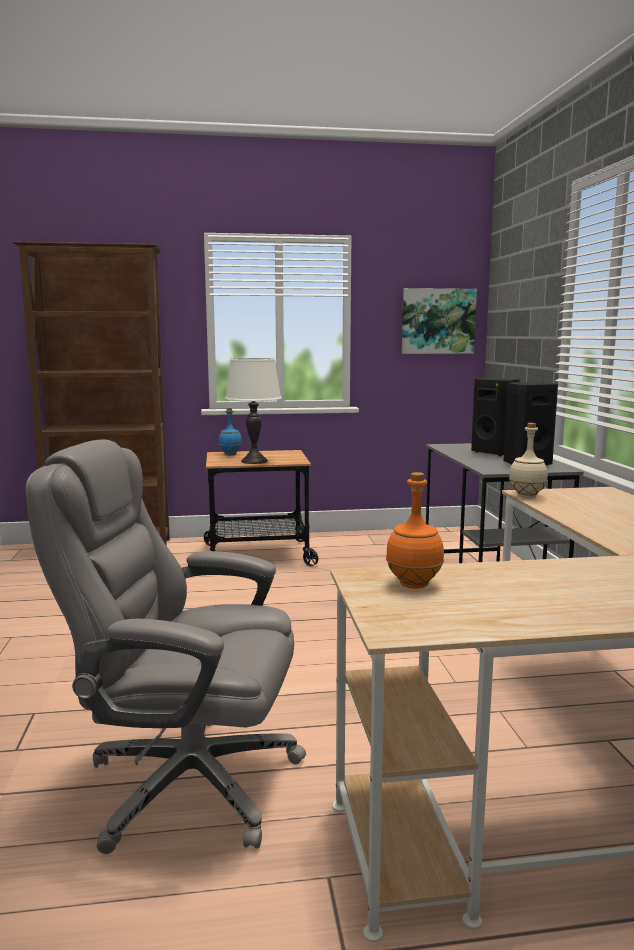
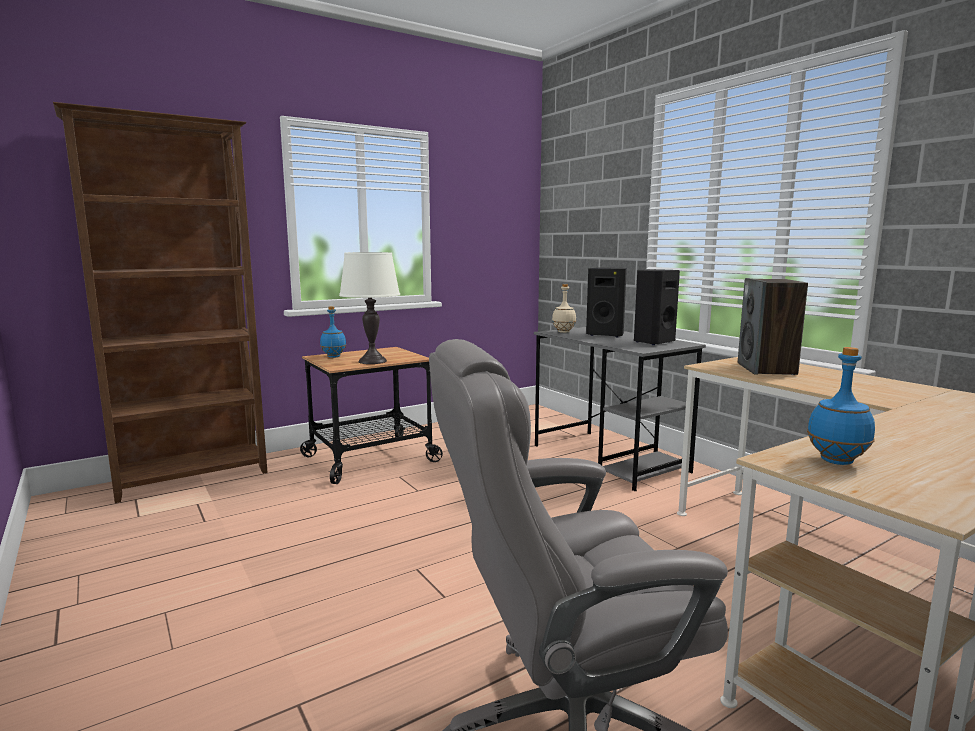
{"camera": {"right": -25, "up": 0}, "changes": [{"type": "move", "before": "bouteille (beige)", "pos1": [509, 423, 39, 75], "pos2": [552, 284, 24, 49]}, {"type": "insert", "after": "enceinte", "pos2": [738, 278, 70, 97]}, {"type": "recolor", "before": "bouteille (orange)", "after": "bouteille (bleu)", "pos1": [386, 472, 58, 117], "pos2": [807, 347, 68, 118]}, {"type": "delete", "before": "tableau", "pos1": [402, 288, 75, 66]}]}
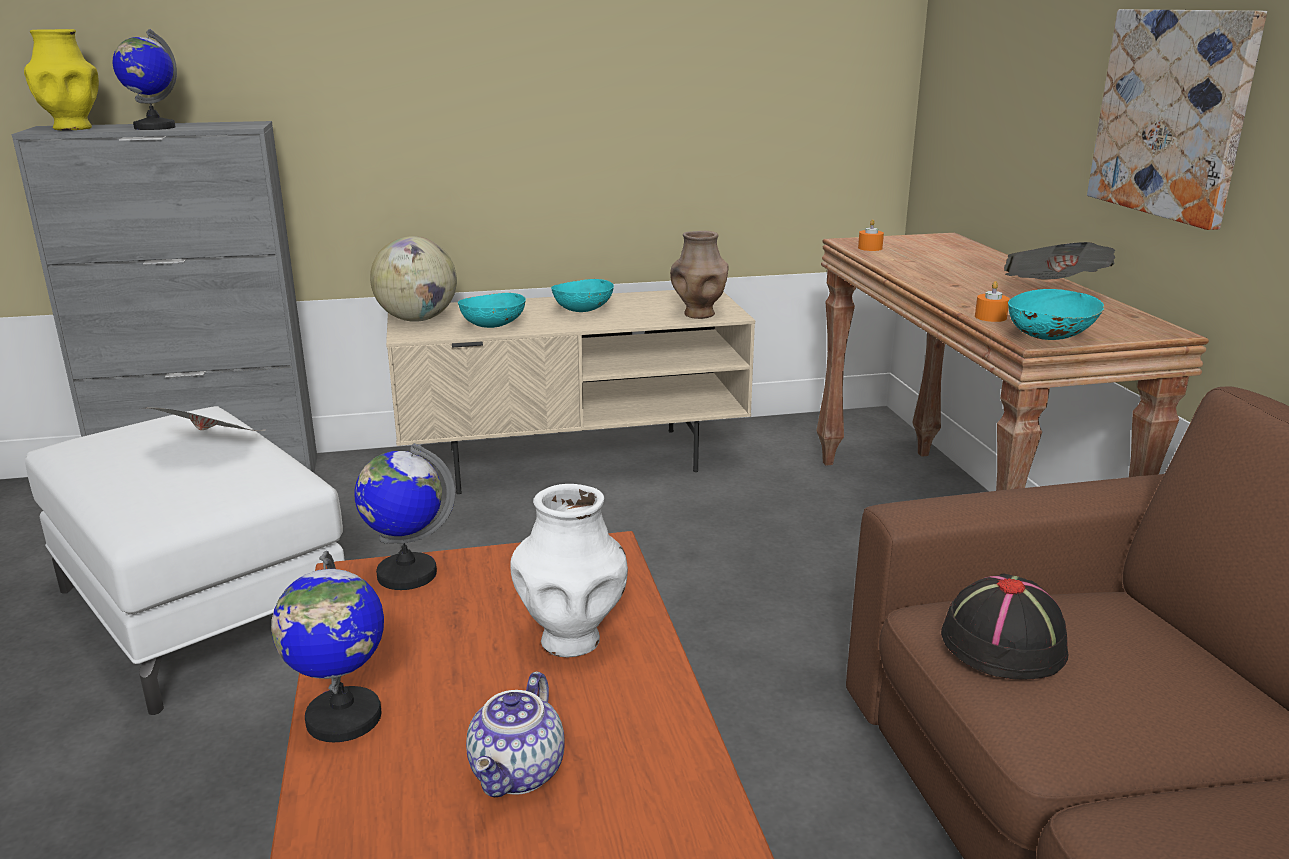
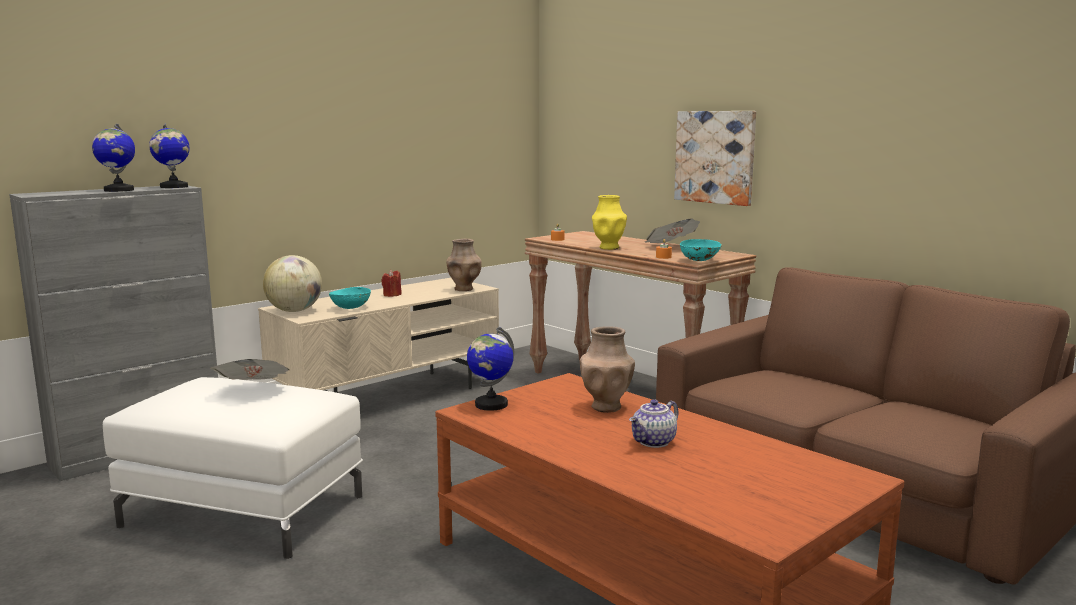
{"camera": {"right": -30, "up": -10}, "changes": [{"type": "move", "before": "globe", "pos1": [271, 551, 113, 191], "pos2": [149, 123, 41, 65]}, {"type": "replace", "before": "bol (turquoise)", "after": "bougie (rouge)", "pos1": [551, 279, 63, 33], "pos2": [381, 270, 21, 27]}, {"type": "recolor", "before": "vase (blanc)", "after": "vase (marron)", "pos1": [510, 484, 118, 174], "pos2": [580, 326, 55, 87]}, {"type": "move", "before": "vase (jaune)", "pos1": [24, 29, 75, 102], "pos2": [592, 195, 35, 55]}, {"type": "rotate", "before": "théière", "pos1": [466, 671, 98, 126], "pos2": [629, 399, 50, 49], "turn": 60}, {"type": "delete", "before": "chapeau (noir)", "pos1": [941, 574, 127, 106]}]}
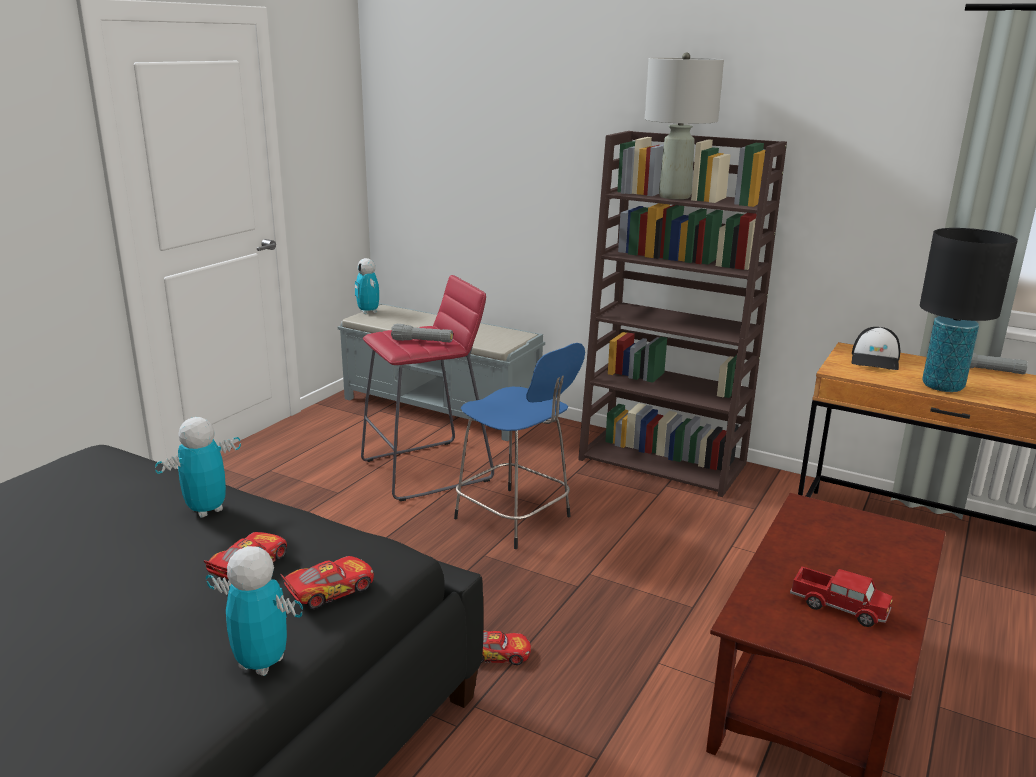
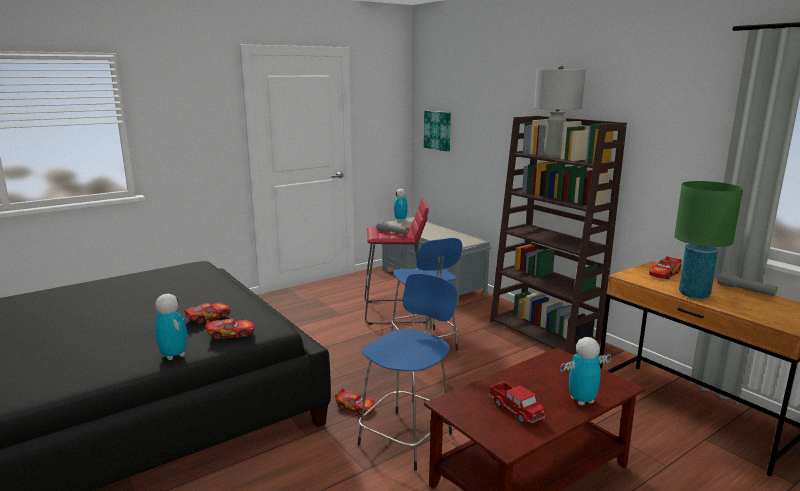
{"camera": {"right": 25, "up": -5}, "changes": [{"type": "insert", "after": "tabouret (bleu)", "pos2": [358, 274, 99, 197]}, {"type": "insert", "after": "tableau", "pos2": [424, 111, 27, 40]}, {"type": "move", "before": "robot jouet", "pos1": [155, 417, 86, 101], "pos2": [560, 337, 51, 69]}, {"type": "replace", "before": "casquette", "after": "petite voiture", "pos1": [852, 327, 48, 43], "pos2": [649, 256, 33, 23]}, {"type": "recolor", "before": "lampe de table (noir)", "after": "lampe de table (vert)", "pos1": [920, 228, 98, 164], "pos2": [674, 181, 69, 118]}]}
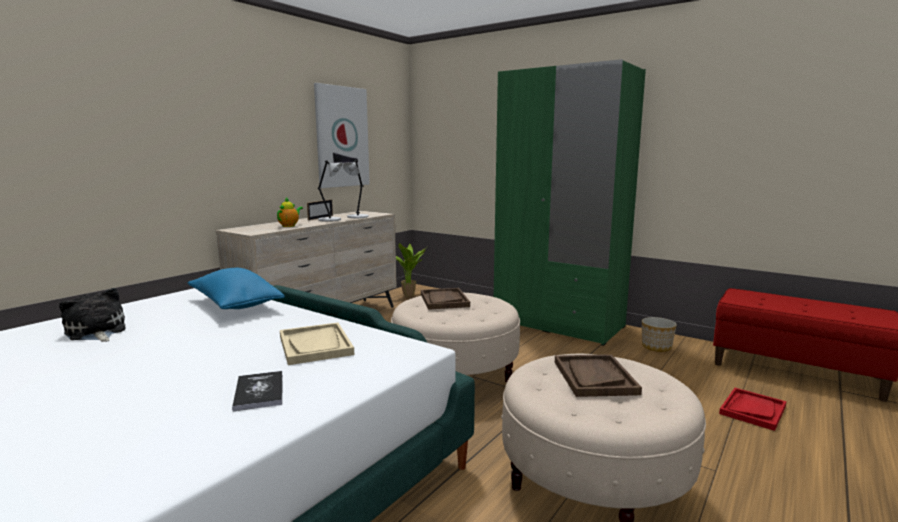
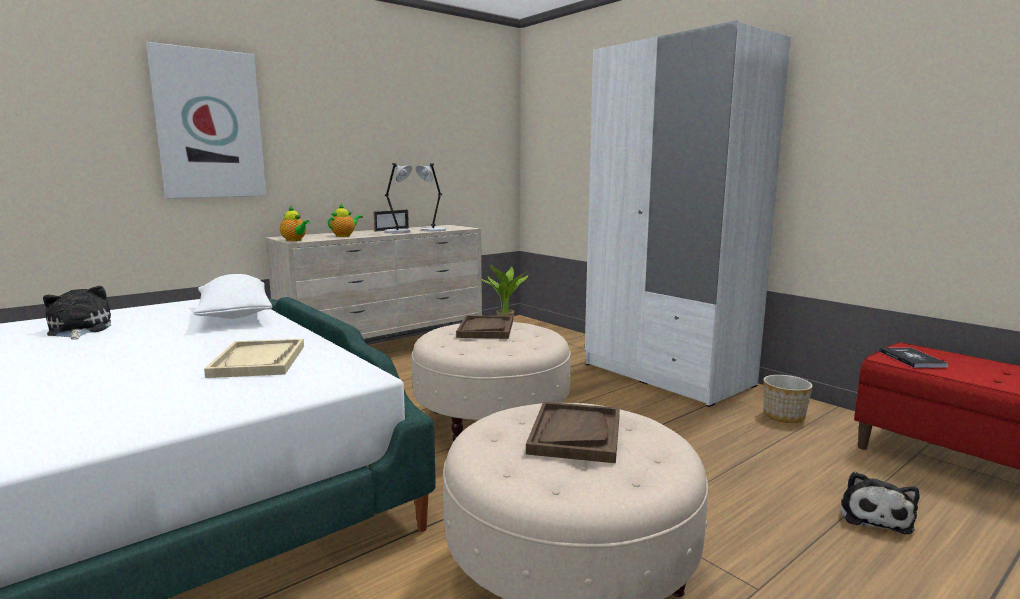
{"camera": {"right": 15, "up": 0}, "changes": [{"type": "move", "before": "tableau", "pos1": [314, 83, 56, 105], "pos2": [146, 42, 120, 156]}, {"type": "recolor", "before": "coussin (bleu)", "after": "coussin (blanc)", "pos1": [188, 268, 97, 41], "pos2": [193, 274, 79, 45]}, {"type": "insert", "after": "théière", "pos2": [280, 205, 30, 36]}, {"type": "recolor", "before": "armoire (vert)", "after": "armoire (blanc)", "pos1": [494, 59, 152, 287], "pos2": [585, 20, 206, 387]}, {"type": "replace", "before": "plateau (rouge)", "after": "peluche", "pos1": [719, 388, 68, 43], "pos2": [841, 472, 79, 62]}, {"type": "move", "before": "livre", "pos1": [232, 371, 51, 40], "pos2": [879, 348, 70, 20]}]}
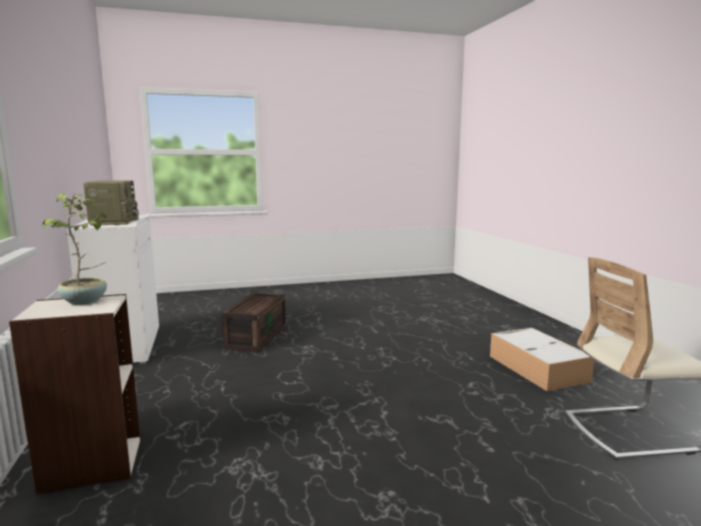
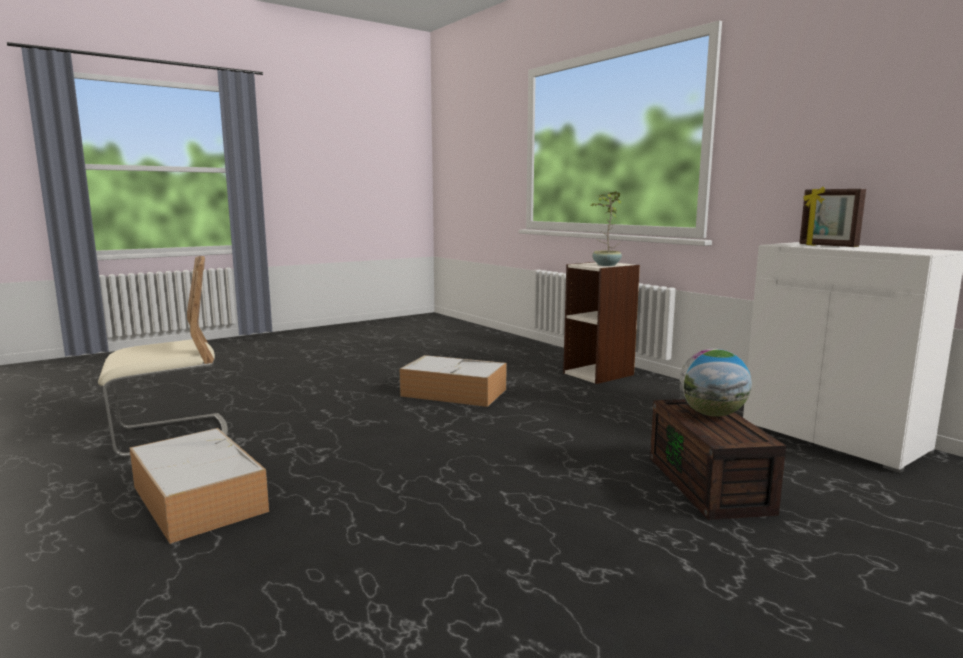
{"camera": {"right": 160, "up": 0}, "changes": [{"type": "insert", "after": "boîte de rangement", "pos2": [400, 355, 106, 52]}, {"type": "insert", "after": "globe", "pos2": [679, 349, 72, 68]}, {"type": "replace", "before": "radio", "after": "cadre photo", "pos1": [83, 180, 56, 46], "pos2": [799, 187, 67, 60]}]}
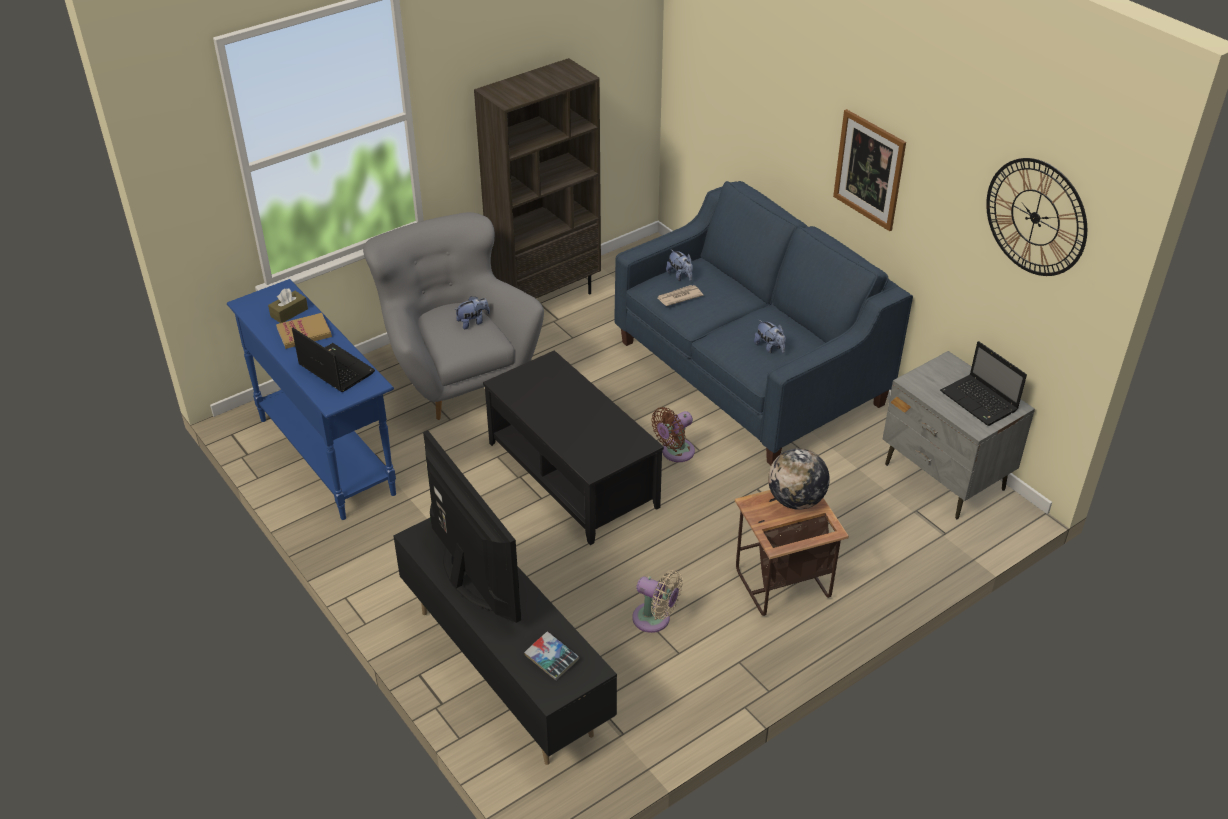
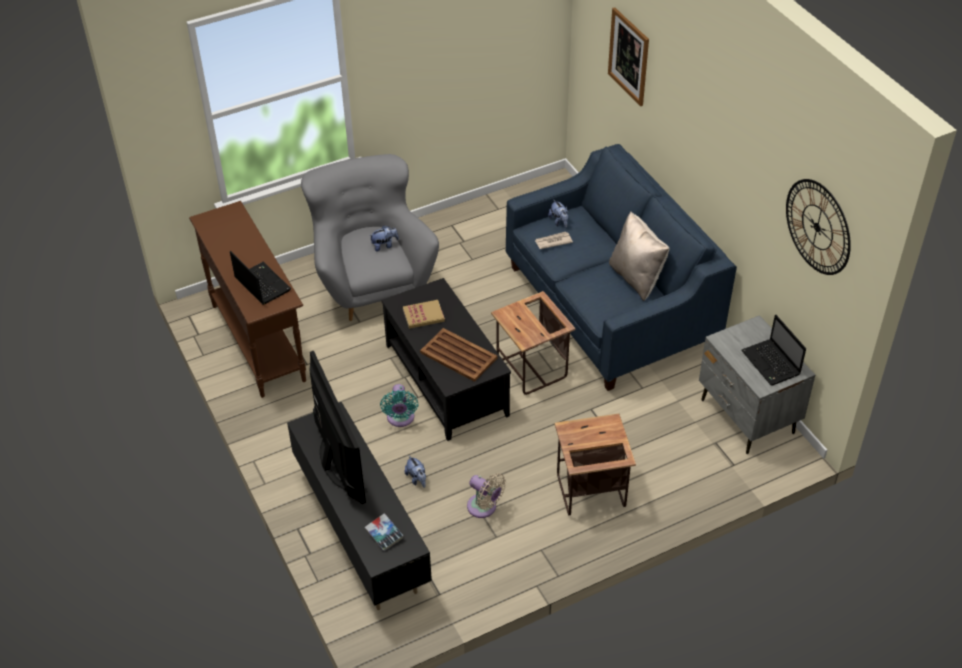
{"camera": {"right": 10, "up": 5}, "changes": [{"type": "recolor", "before": "table console (bleu)", "after": "table console (marron)", "pos1": [227, 279, 169, 241], "pos2": [189, 201, 117, 197]}, {"type": "insert", "after": "ventilateur (turquoise)", "pos2": [380, 384, 38, 43]}, {"type": "move", "before": "livre", "pos1": [276, 313, 56, 36], "pos2": [403, 300, 42, 29]}, {"type": "move", "before": "peluche", "pos1": [754, 320, 32, 33], "pos2": [404, 456, 22, 32]}, {"type": "insert", "after": "plateau (marron)", "pos2": [420, 328, 77, 54]}, {"type": "replace", "before": "ventilateur (marron)", "after": "table d'appoint", "pos1": [651, 407, 44, 55], "pos2": [491, 291, 85, 104]}, {"type": "move", "before": "tableau", "pos1": [833, 109, 73, 122], "pos2": [608, 7, 41, 99]}, {"type": "insert", "after": "coussin (beige)", "pos2": [609, 212, 60, 89]}, {"type": "delete", "before": "boîte à mouchoirs (marron)", "pos1": [268, 288, 40, 35]}, {"type": "delete", "before": "bibliothèque (marron)", "pos1": [474, 58, 127, 240]}, {"type": "delete", "before": "globe", "pos1": [768, 448, 62, 62]}]}
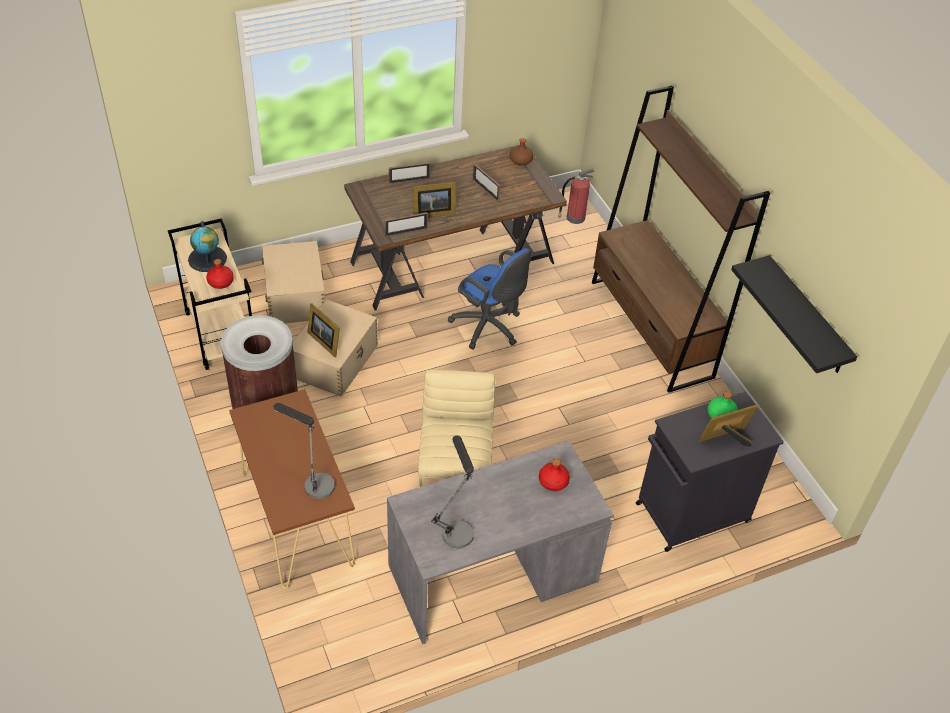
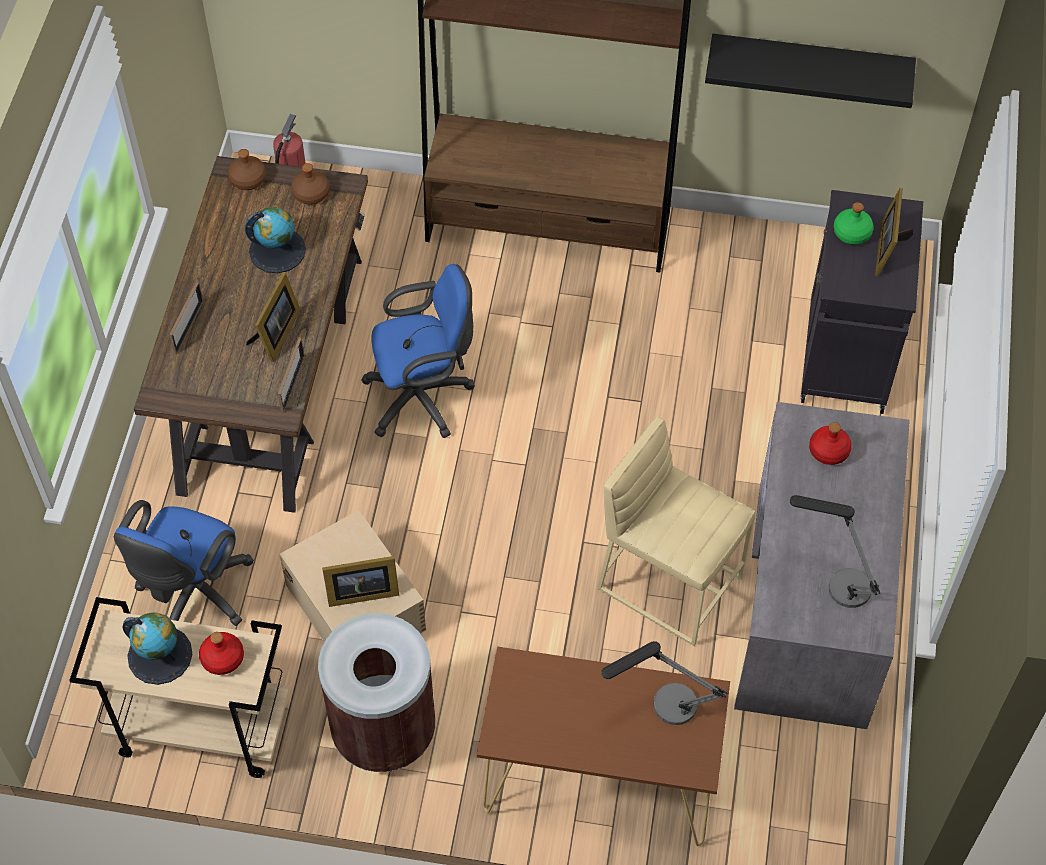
{"camera": {"right": -55, "up": 10}, "changes": [{"type": "replace", "before": "boîte de rangement (beige)", "after": "chaise de bureau (bleu)", "pos1": [262, 241, 63, 82], "pos2": [114, 500, 140, 126]}, {"type": "replace", "before": "cadre photo", "after": "globe", "pos1": [473, 164, 27, 37], "pos2": [245, 207, 61, 66]}, {"type": "insert", "after": "bouteille (marron)", "pos2": [291, 163, 38, 42]}]}
